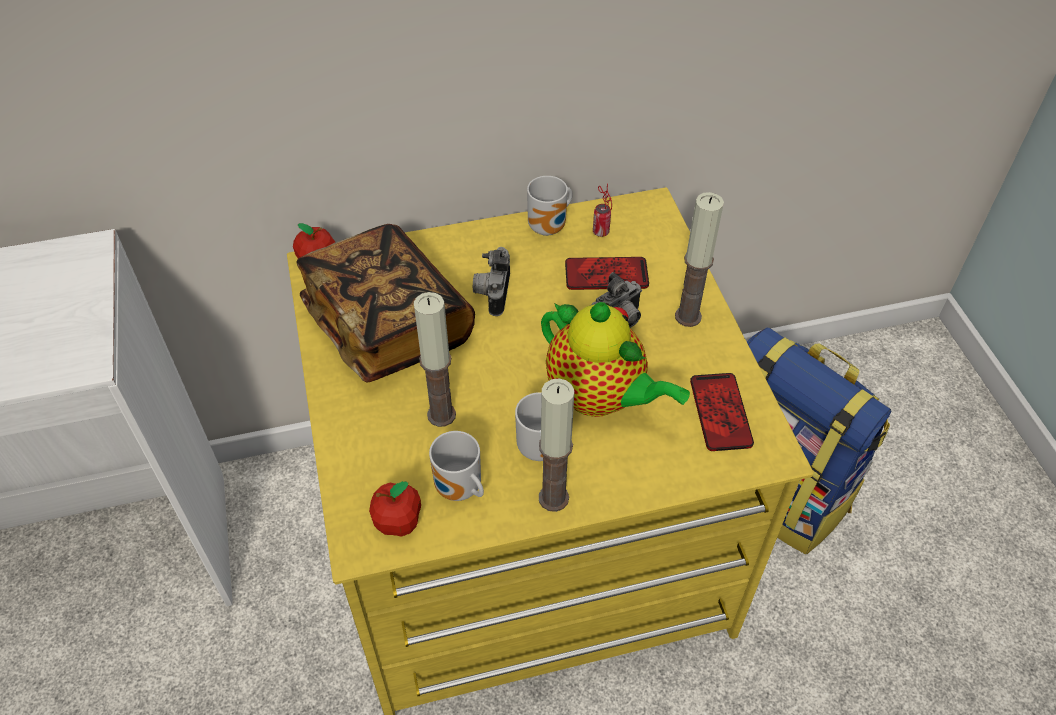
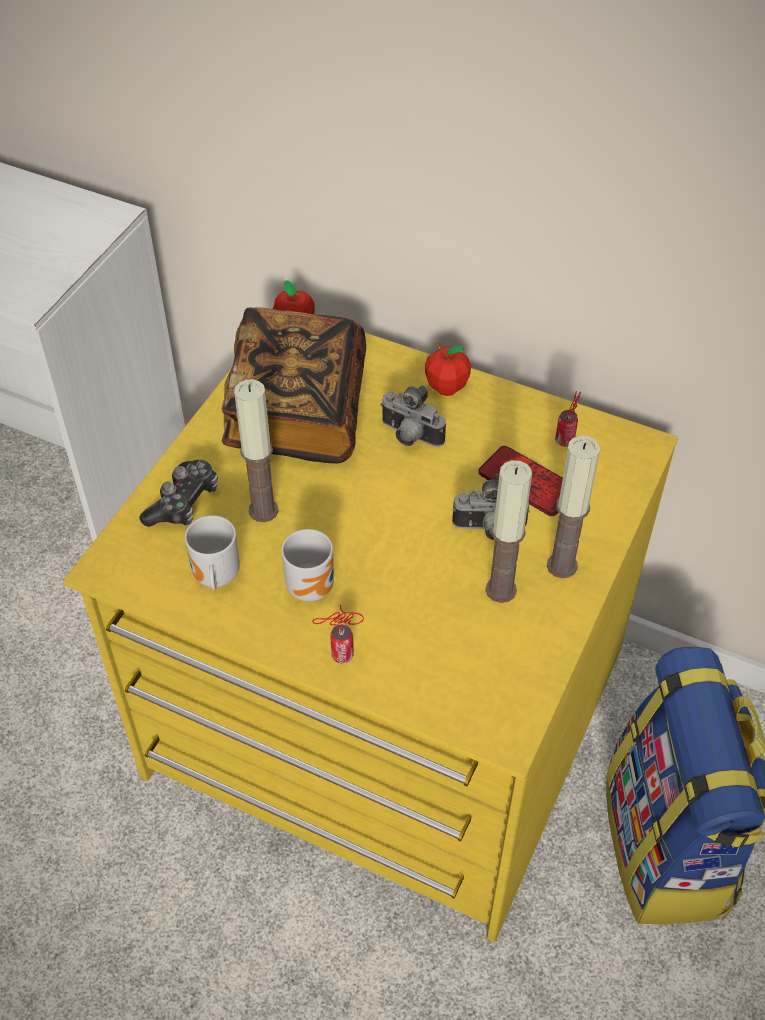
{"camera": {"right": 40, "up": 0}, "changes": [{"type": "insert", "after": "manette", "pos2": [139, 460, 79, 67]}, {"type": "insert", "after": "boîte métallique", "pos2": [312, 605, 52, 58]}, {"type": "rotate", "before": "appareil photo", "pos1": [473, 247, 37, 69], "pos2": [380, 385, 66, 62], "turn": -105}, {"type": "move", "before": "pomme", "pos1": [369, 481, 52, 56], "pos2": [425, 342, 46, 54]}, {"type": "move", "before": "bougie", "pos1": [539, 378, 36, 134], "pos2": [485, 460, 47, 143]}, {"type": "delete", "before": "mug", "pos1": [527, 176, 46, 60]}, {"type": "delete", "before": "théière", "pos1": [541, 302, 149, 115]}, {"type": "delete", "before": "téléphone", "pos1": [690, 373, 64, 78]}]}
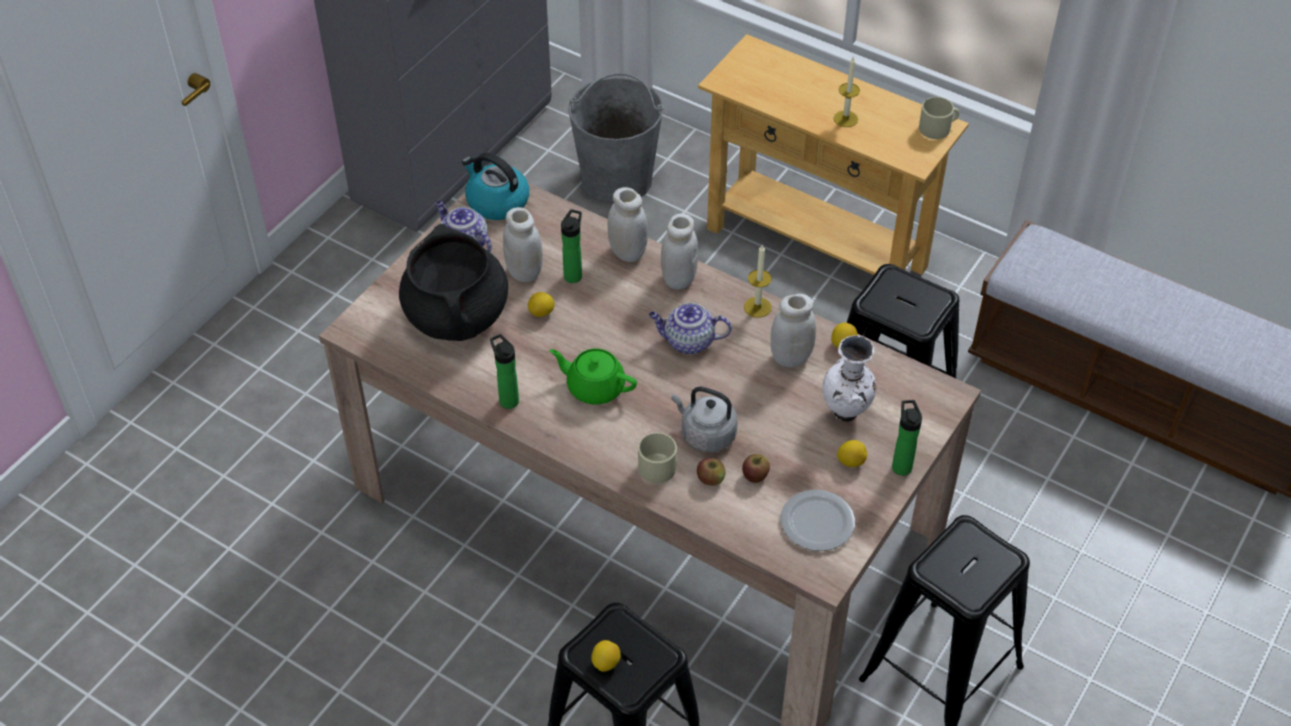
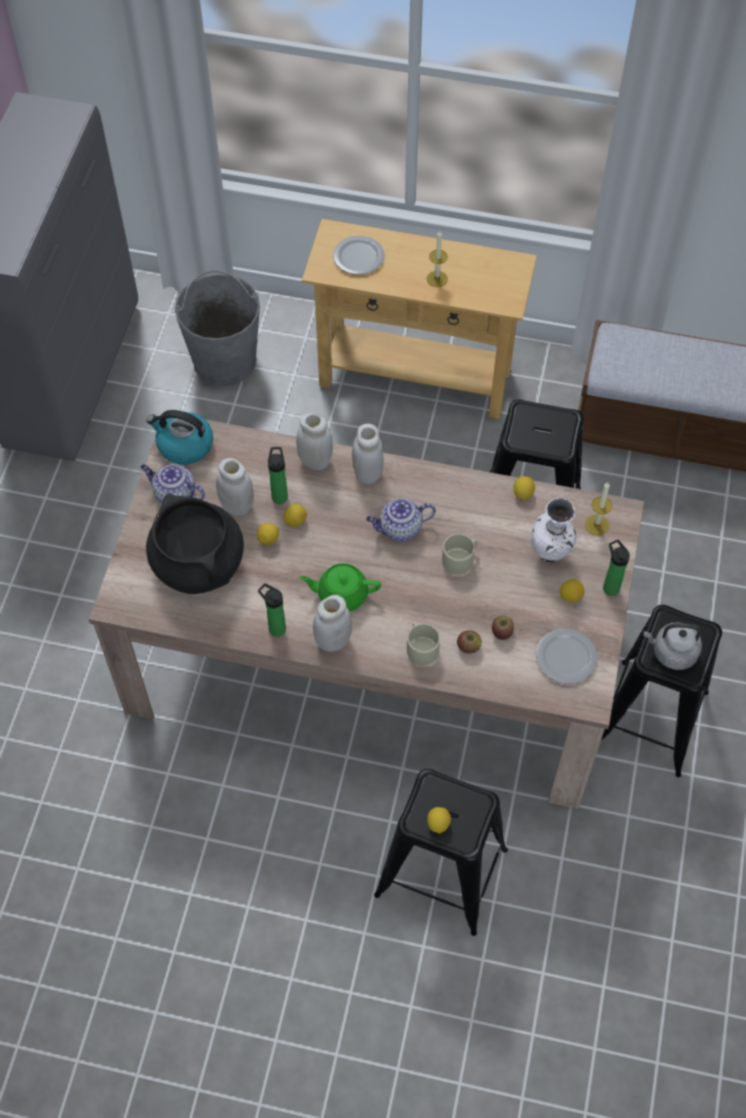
{"camera": {"right": -20, "up": 10}, "changes": [{"type": "insert", "after": "citron", "pos2": [283, 504, 24, 23]}, {"type": "move", "before": "bocal (blanc)", "pos1": [771, 294, 45, 73], "pos2": [313, 595, 39, 57]}, {"type": "insert", "after": "assiette", "pos2": [333, 236, 52, 39]}, {"type": "move", "before": "mug (beige)", "pos1": [919, 97, 40, 42], "pos2": [442, 534, 36, 41]}, {"type": "move", "before": "bougie", "pos1": [744, 245, 28, 73], "pos2": [585, 482, 27, 53]}, {"type": "move", "before": "bouilloire (gris)", "pos1": [671, 386, 66, 66], "pos2": [644, 622, 58, 48]}]}
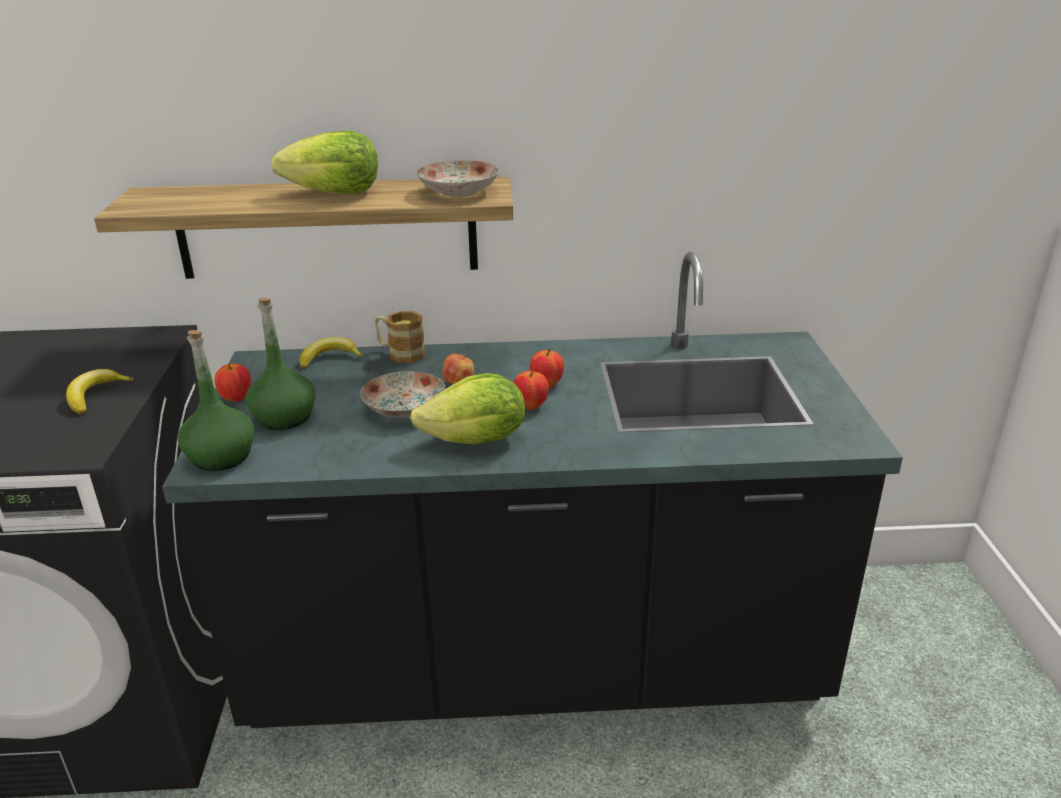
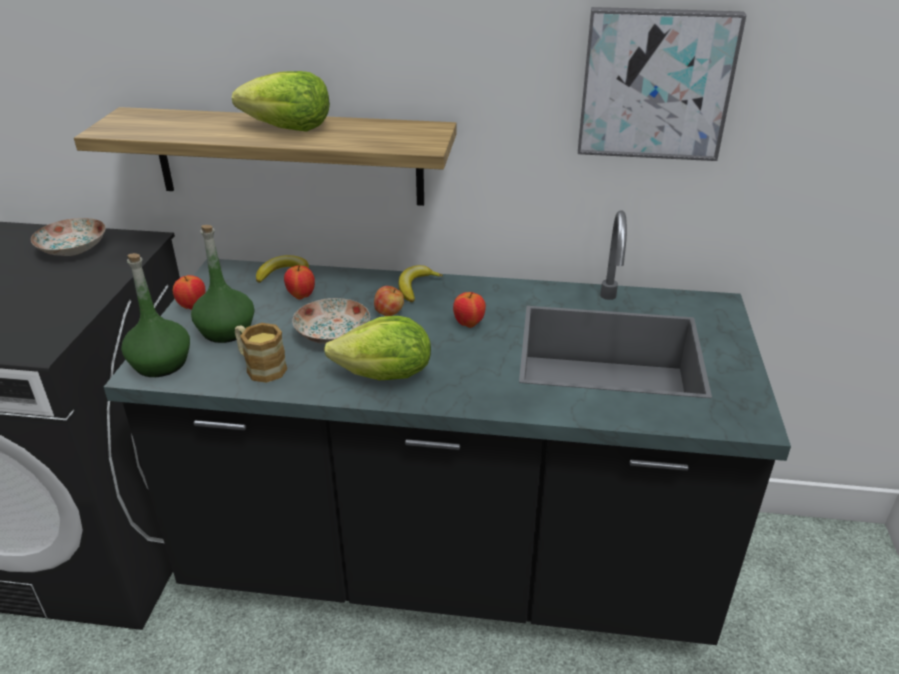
{"camera": {"right": 10, "up": 5}, "changes": [{"type": "move", "before": "assiette", "pos1": [417, 160, 82, 37], "pos2": [31, 218, 75, 38]}, {"type": "move", "before": "mug", "pos1": [375, 311, 51, 52], "pos2": [235, 323, 52, 60]}, {"type": "move", "before": "pomme", "pos1": [513, 370, 36, 40], "pos2": [284, 265, 31, 35]}, {"type": "move", "before": "banane", "pos1": [66, 369, 68, 45], "pos2": [399, 265, 44, 37]}, {"type": "insert", "after": "tableau", "pos2": [578, 7, 169, 154]}]}
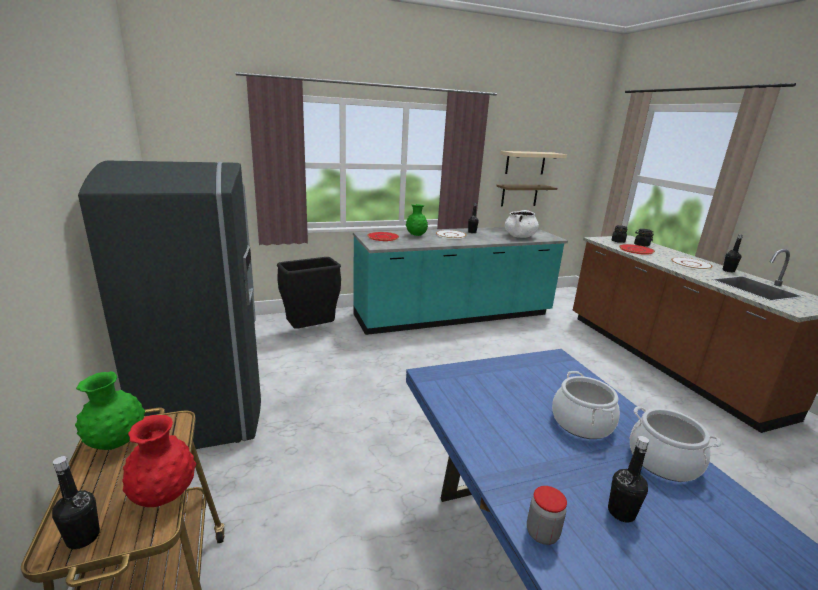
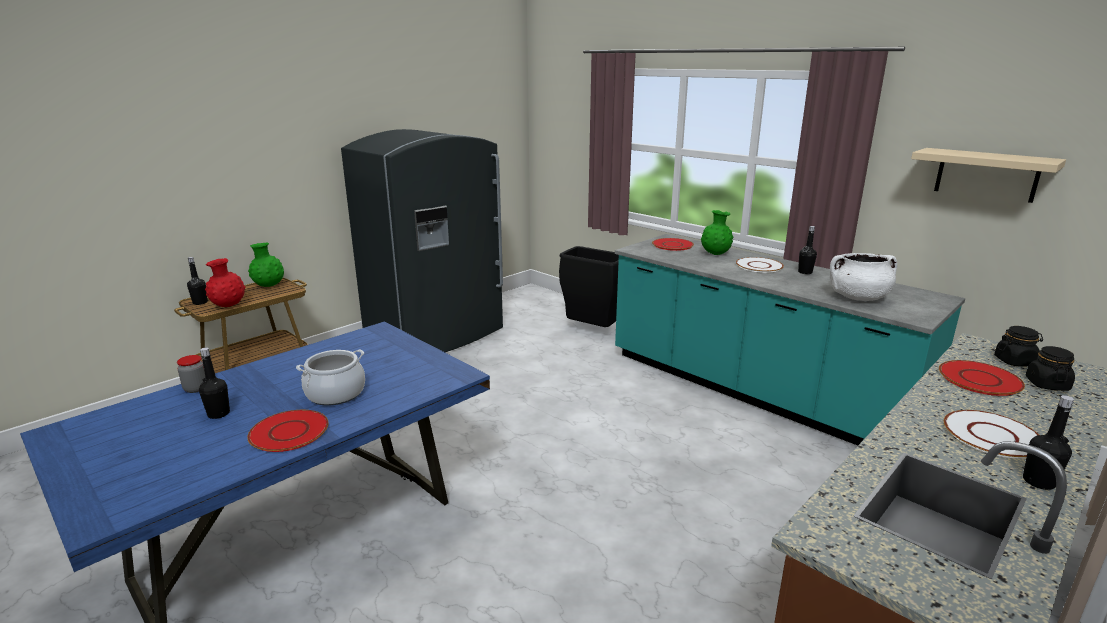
{"camera": {"right": 65, "up": 0}, "changes": [{"type": "replace", "before": "marmite", "after": "assiette (rouge)", "pos1": [630, 406, 92, 76], "pos2": [247, 410, 82, 42]}, {"type": "delete", "before": "étagère", "pos1": [496, 185, 61, 21]}]}
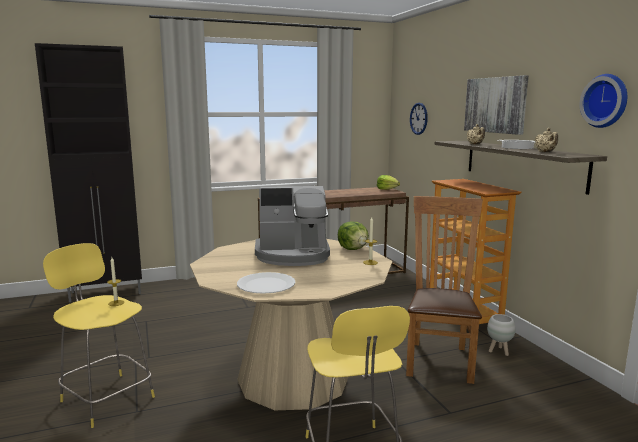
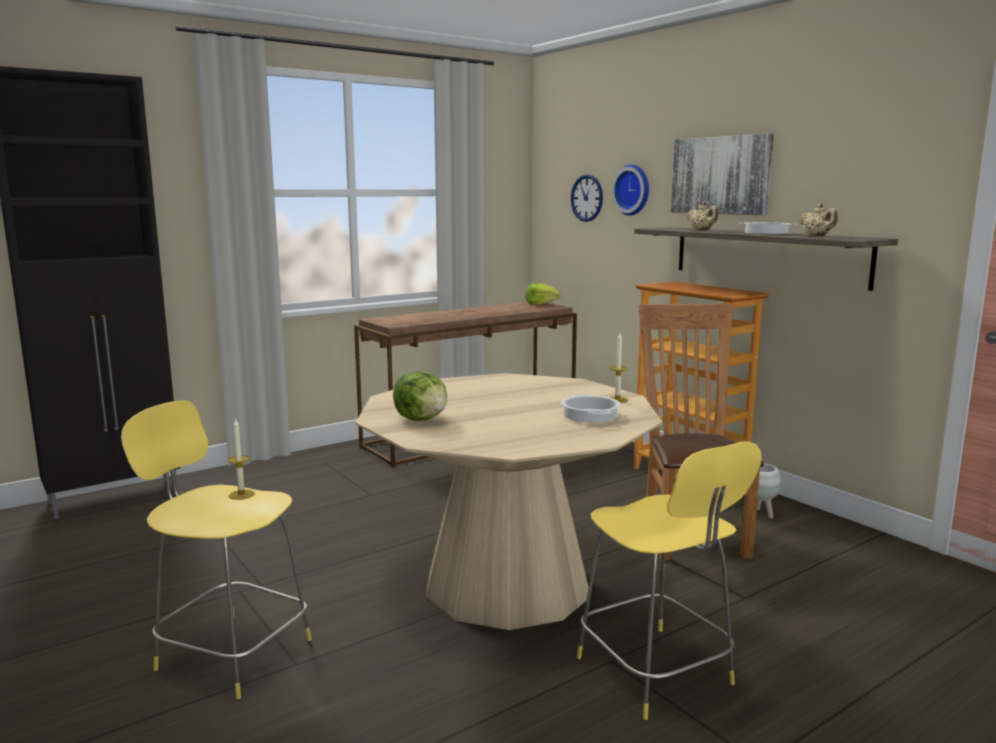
{"camera": {"right": -15, "up": 0}, "changes": [{"type": "move", "before": "laitue", "pos1": [338, 222, 31, 28], "pos2": [393, 371, 54, 50]}, {"type": "insert", "after": "marmite", "pos2": [561, 394, 59, 29]}, {"type": "move", "before": "horloge murale", "pos1": [580, 74, 47, 54], "pos2": [611, 164, 38, 52]}, {"type": "delete", "before": "assiette (blanc)", "pos1": [237, 272, 59, 22]}, {"type": "delete", "before": "machine à café", "pos1": [255, 186, 75, 80]}]}
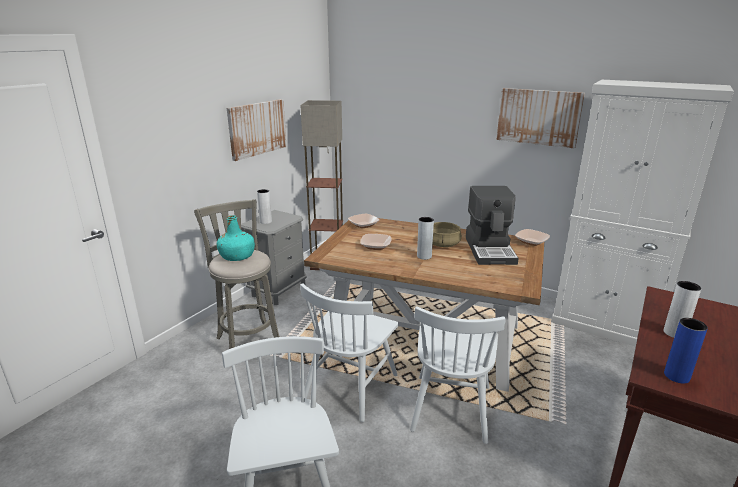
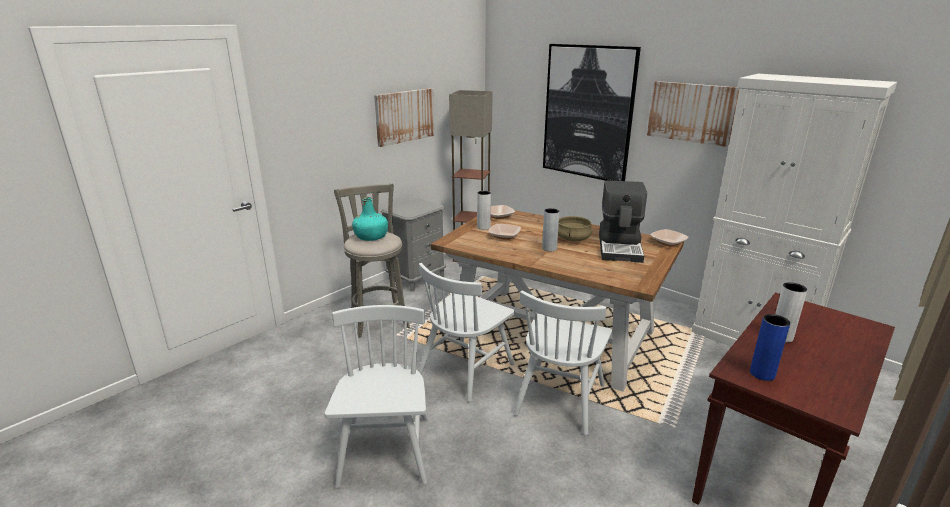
{"camera": {"right": 10, "up": 0}, "changes": [{"type": "move", "before": "vase (blanc)", "pos1": [257, 189, 15, 35], "pos2": [477, 191, 14, 39]}, {"type": "insert", "after": "tableau", "pos2": [543, 44, 98, 137]}]}
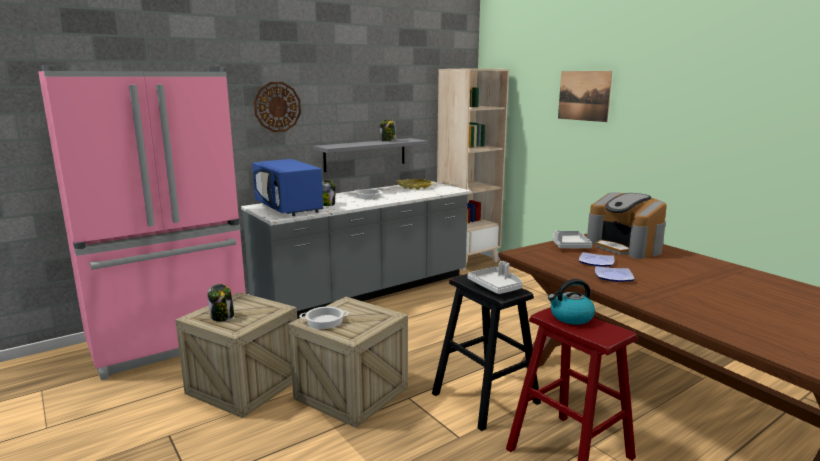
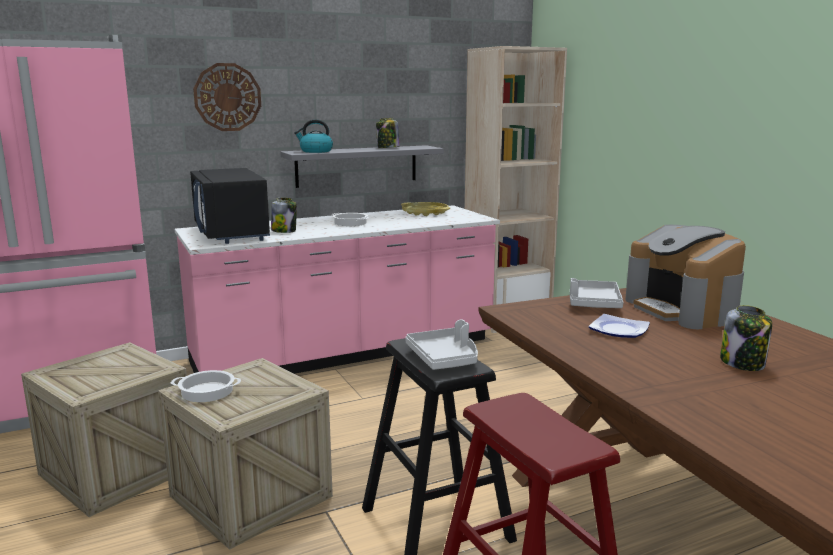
{"camera": {"right": 10, "up": 0}, "changes": [{"type": "recolor", "before": "comptoir de cuisine (gris)", "after": "comptoir de cuisine (rose)", "pos1": [241, 181, 230, 138], "pos2": [175, 205, 325, 169]}, {"type": "recolor", "before": "micro-ondes (bleu)", "after": "micro-ondes (noir)", "pos1": [252, 159, 72, 57], "pos2": [190, 168, 80, 76]}, {"type": "move", "before": "bouilloire", "pos1": [548, 279, 47, 46], "pos2": [294, 119, 39, 34]}, {"type": "move", "before": "bocal", "pos1": [207, 284, 27, 38], "pos2": [720, 305, 52, 66]}, {"type": "delete", "before": "tableau", "pos1": [558, 71, 54, 51]}, {"type": "delete", "before": "assiette", "pos1": [595, 266, 39, 16]}]}
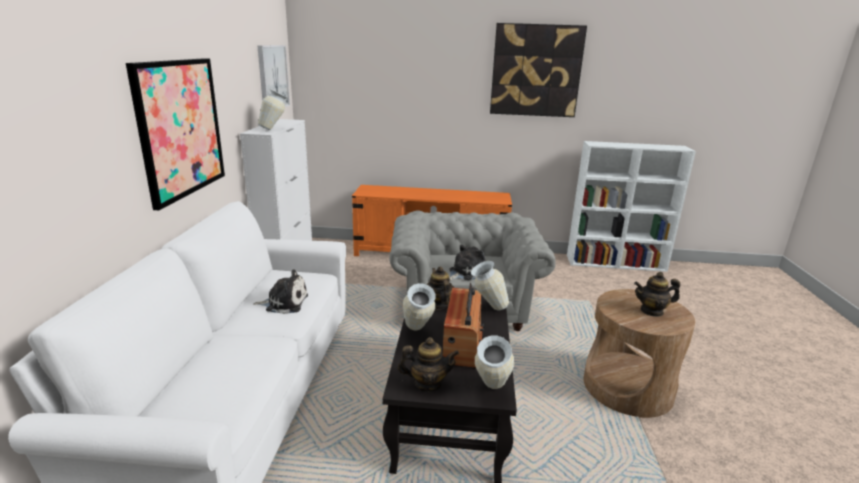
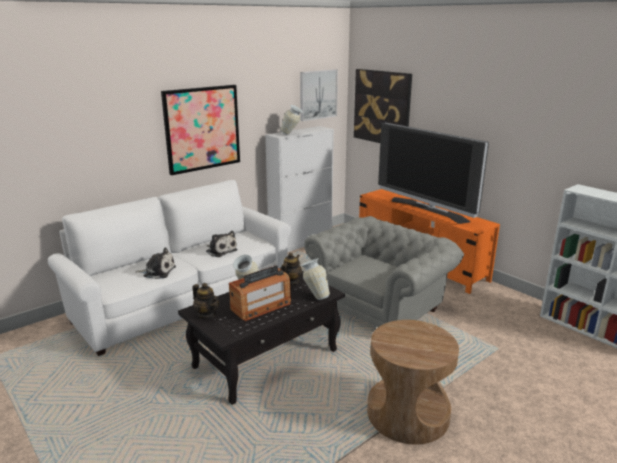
{"camera": {"right": 45, "up": 0}, "changes": [{"type": "move", "before": "peluche", "pos1": [449, 245, 37, 35], "pos2": [136, 247, 40, 32]}, {"type": "move", "before": "tableau", "pos1": [490, 23, 97, 94], "pos2": [354, 69, 58, 74]}, {"type": "insert", "after": "téléviseur", "pos2": [378, 122, 111, 102]}, {"type": "delete", "before": "vase", "pos1": [475, 336, 39, 53]}, {"type": "delete", "before": "théière", "pos1": [634, 272, 46, 45]}]}
